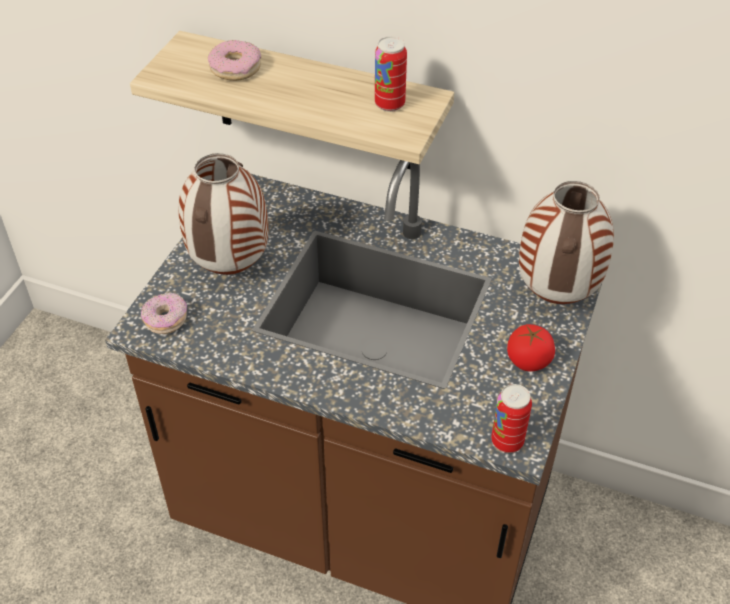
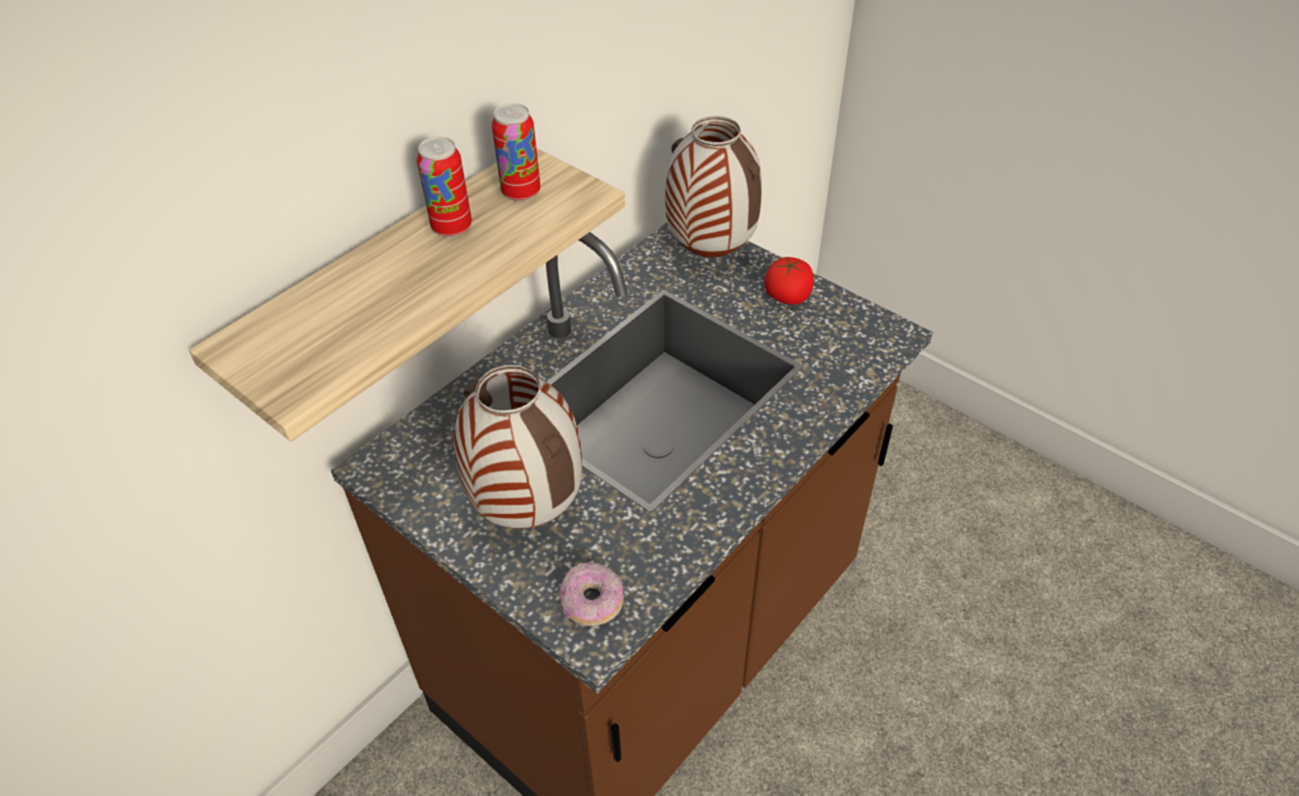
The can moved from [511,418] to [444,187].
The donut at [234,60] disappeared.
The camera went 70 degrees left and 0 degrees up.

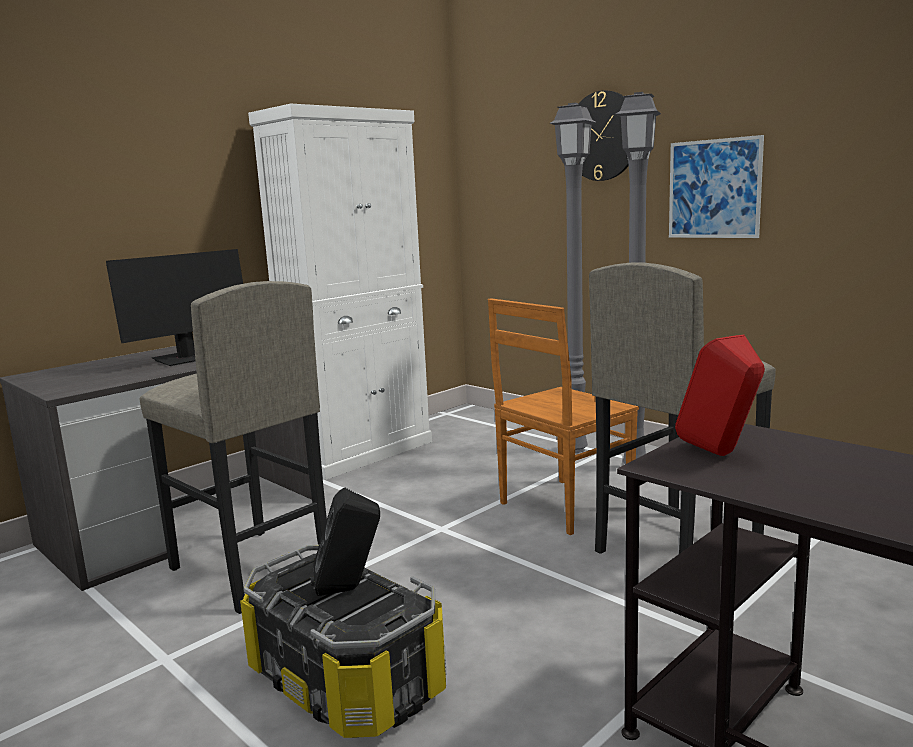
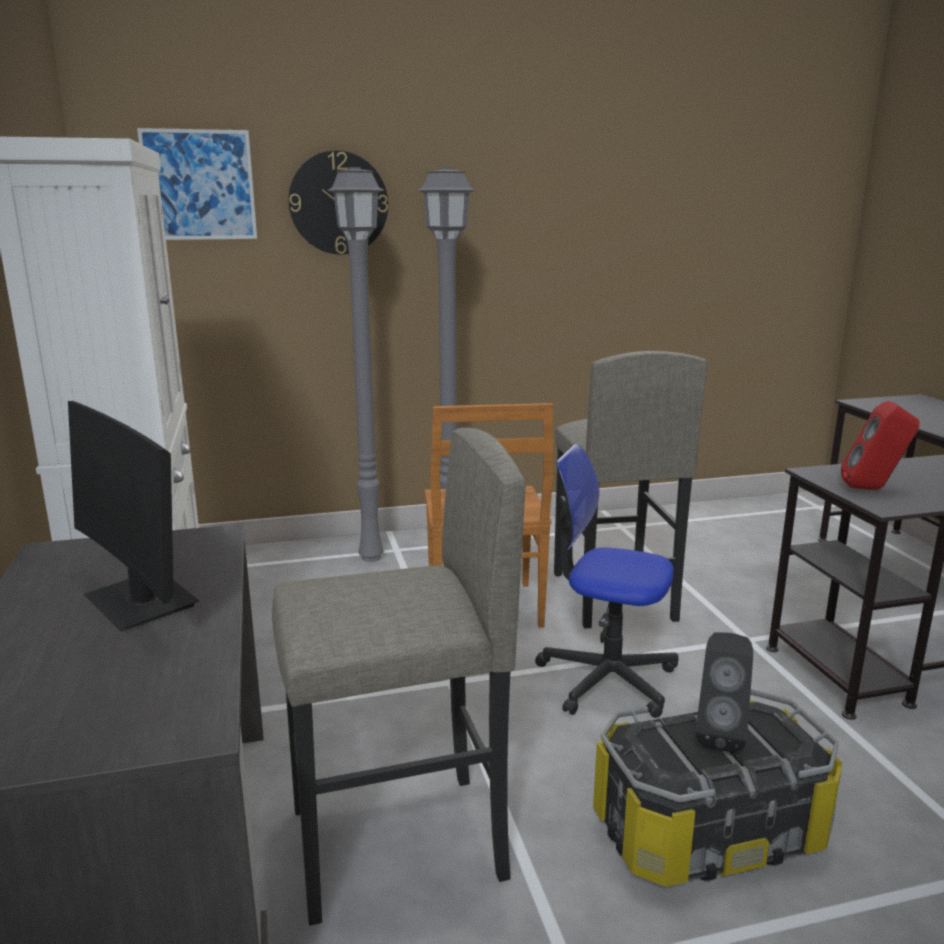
The monitor at [174,307] turned 150 degrees clockwise.
The picture moved from [716,186] to [197,184].
The office chair at [607,581] appeared.
The camera went 60 degrees left and 5 degrees up.

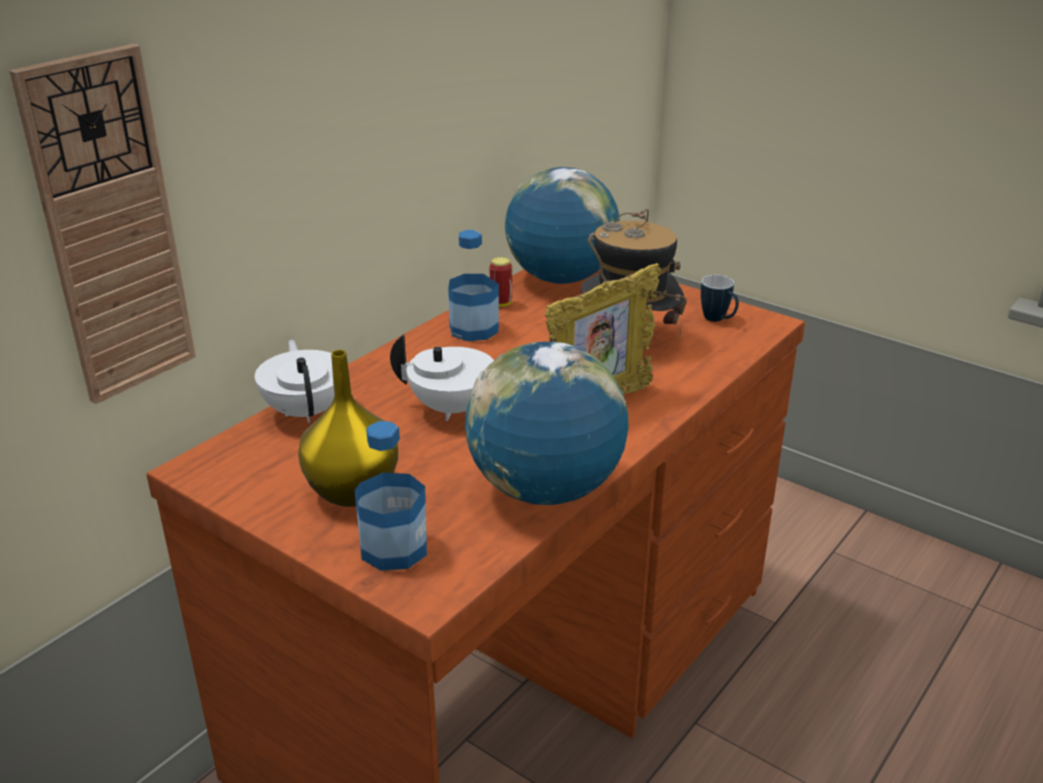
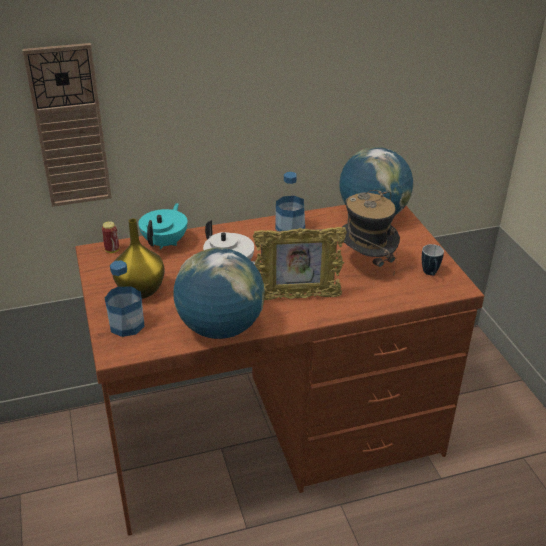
The can moved from [501,282] to [110,237].
The white teapot at [295,381] became the turquoise teapot at [162,226].
The camera went 35 degrees right and 5 degrees up.

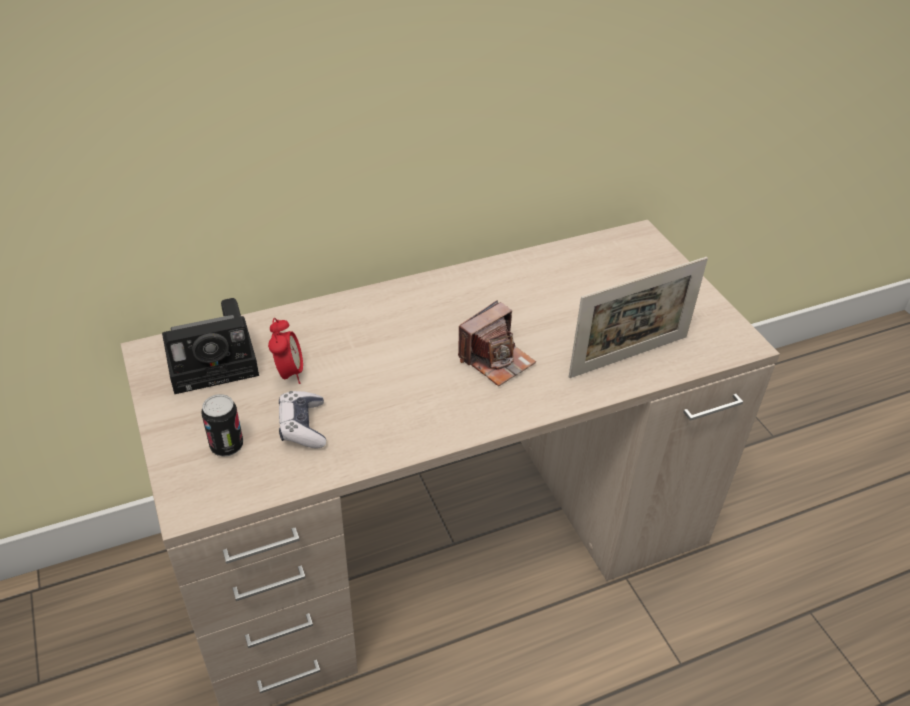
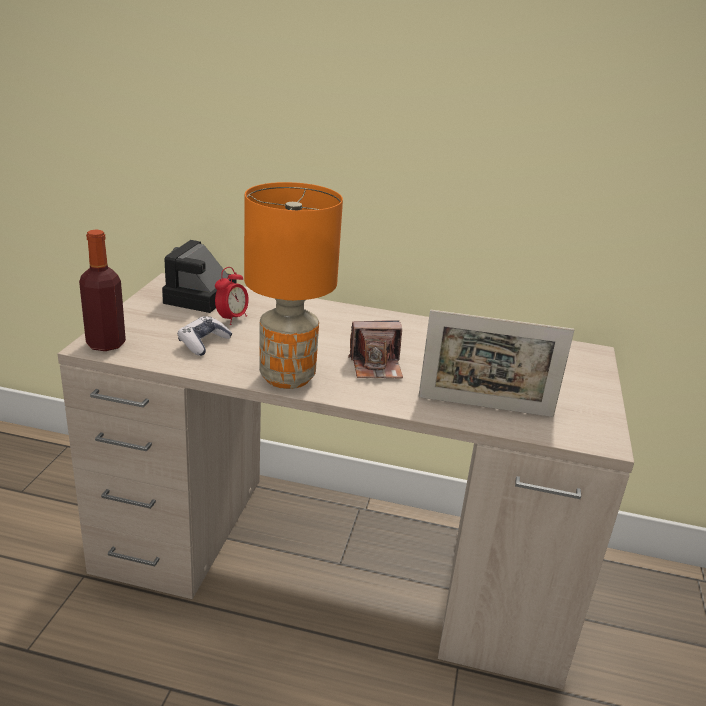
The bottle at [102,290] appeared.
The photo camera at [210,346] turned 90 degrees clockwise.
The orange table lamp at [293,285] appeared.
The can at [222,425] disappeared.
The camera went 35 degrees right and 15 degrees down.

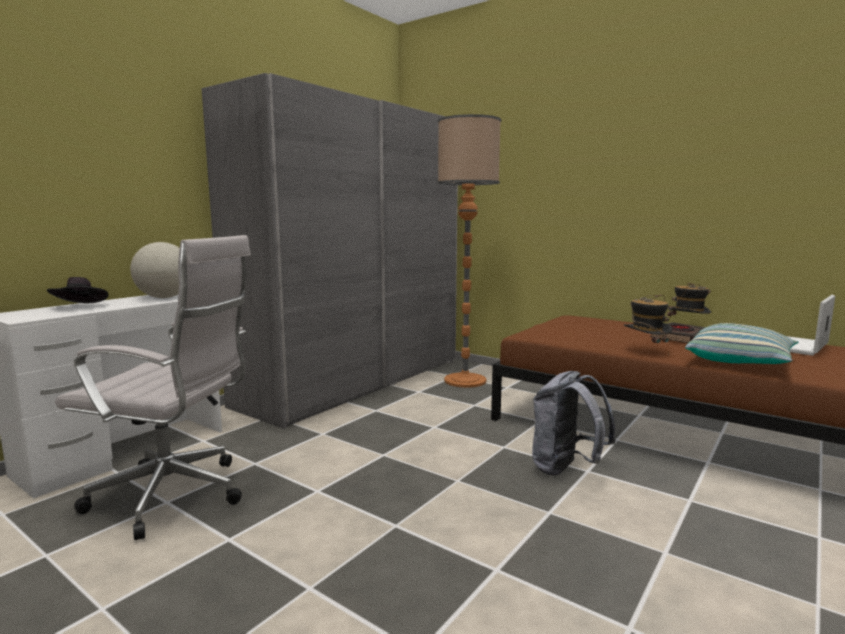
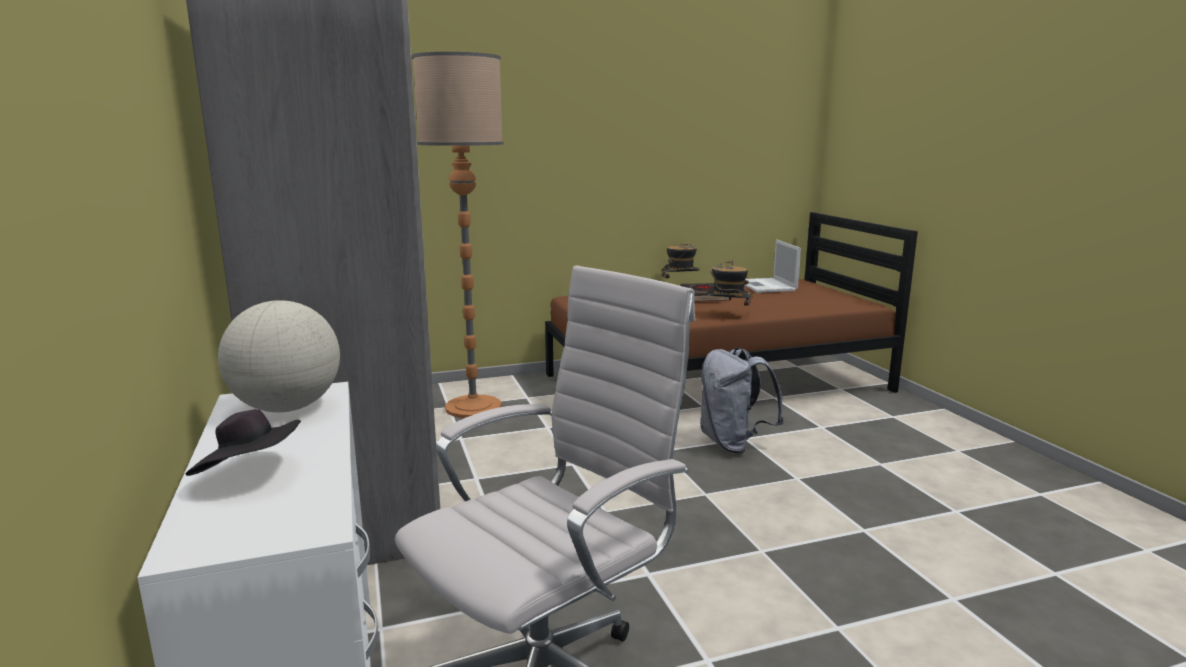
The pillow at [741,343] disappeared.
The camera went 55 degrees left and 5 degrees up.

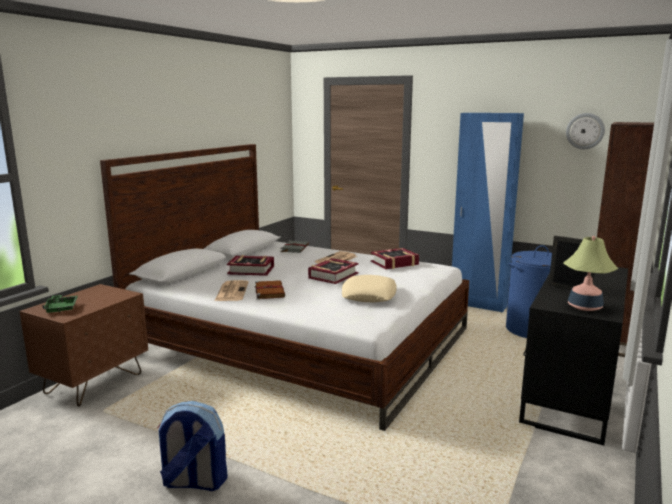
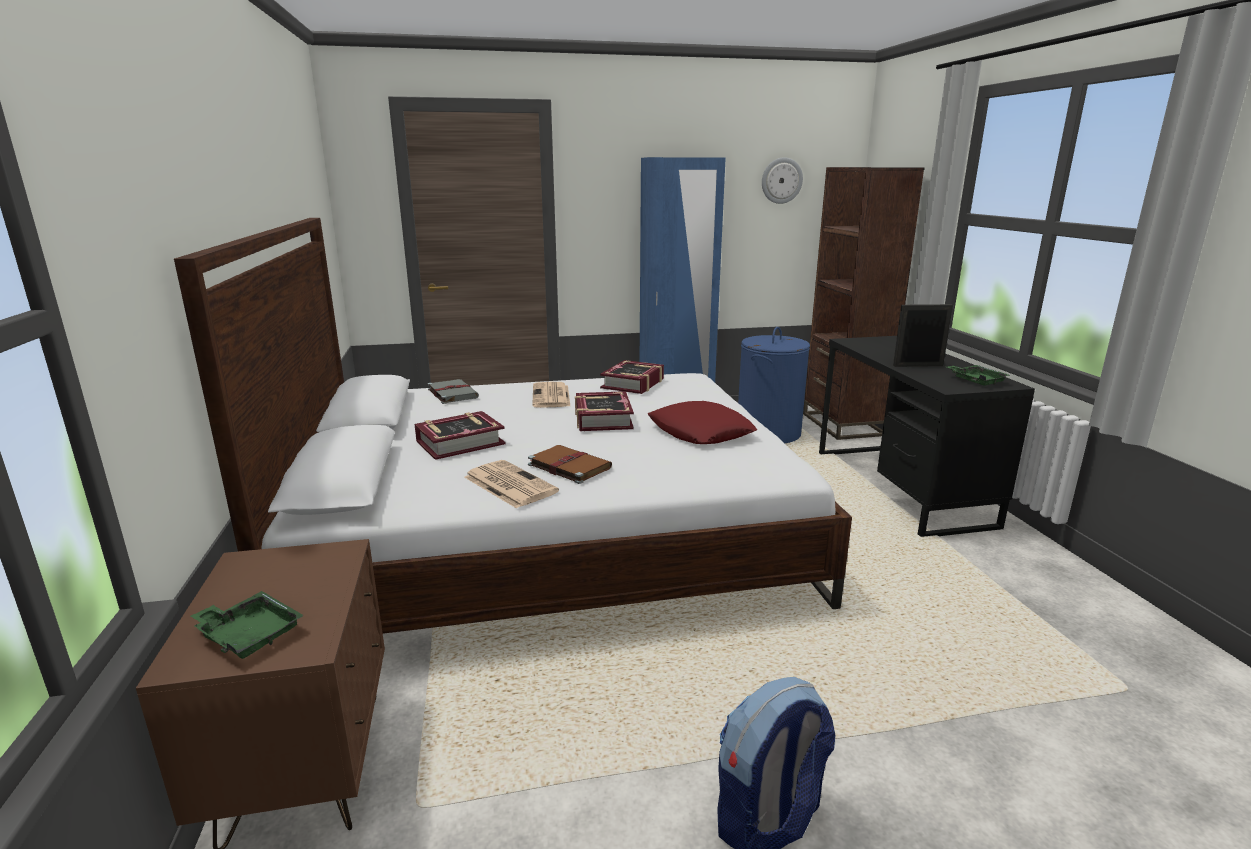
The beige pillow at [369,288] became the red pillow at [702,422].
The table lamp at [590,273] was replaced by the green tray at [978,375].
The camera went 40 degrees left and 5 degrees up.

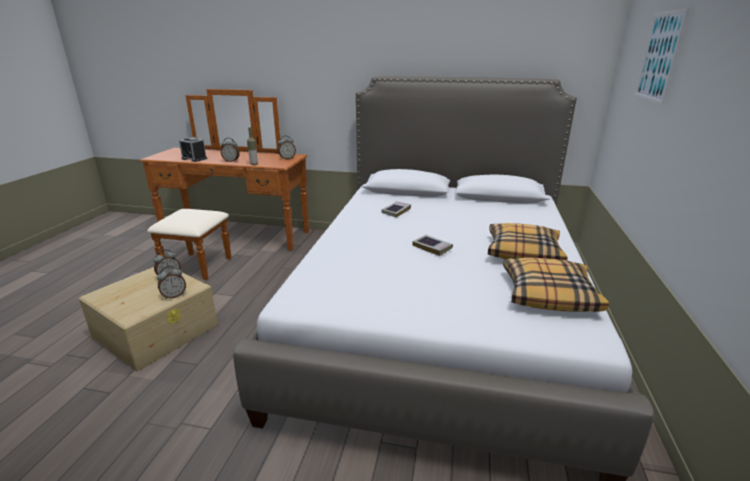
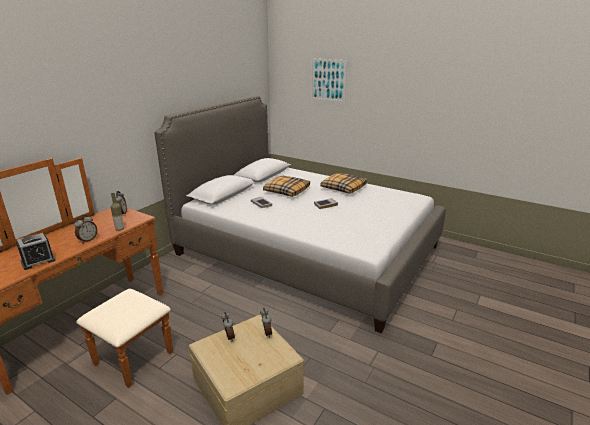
The pillow moved from [556,285] to [286,186].
The camera went 70 degrees left and 0 degrees up.

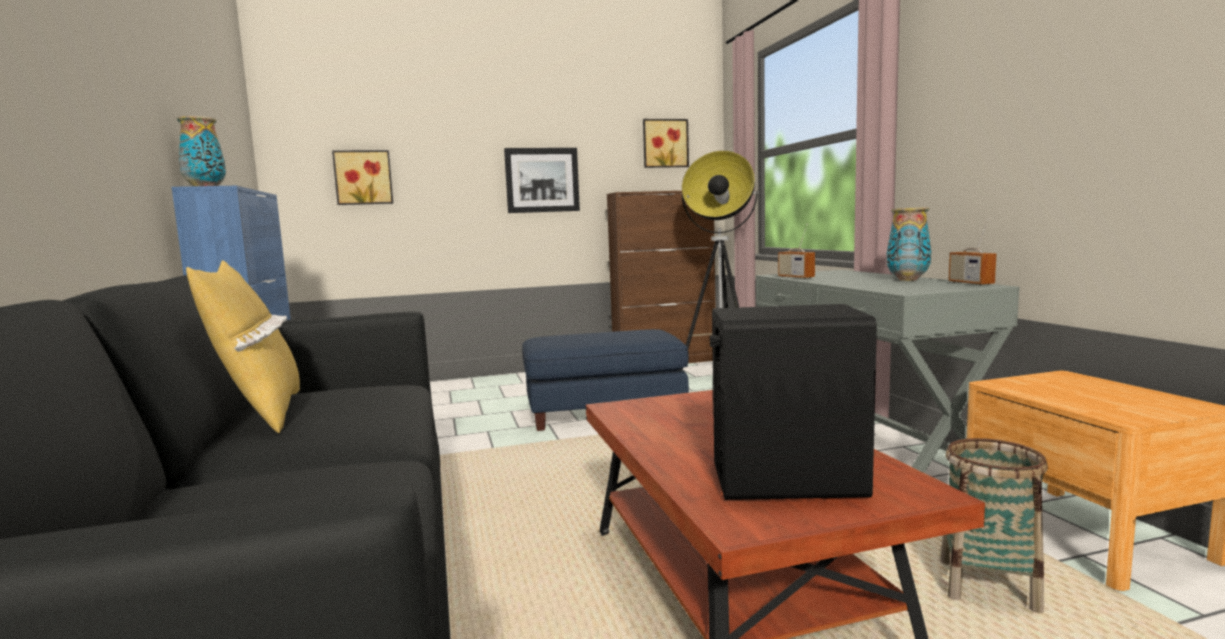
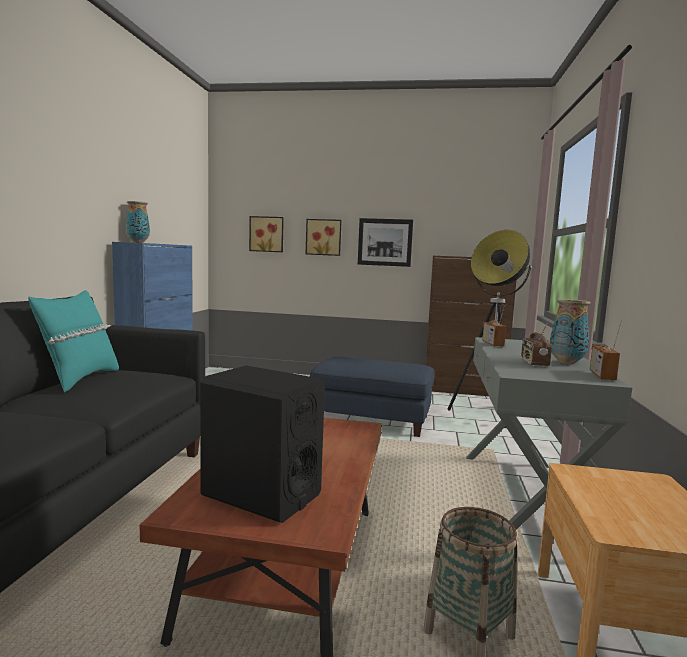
The yellow pillow at [243,346] became the turquoise pillow at [73,341].
The picture moved from [666,143] to [324,237].
The radio at [536,345] appeared.
The camera went 25 degrees right and 0 degrees up.

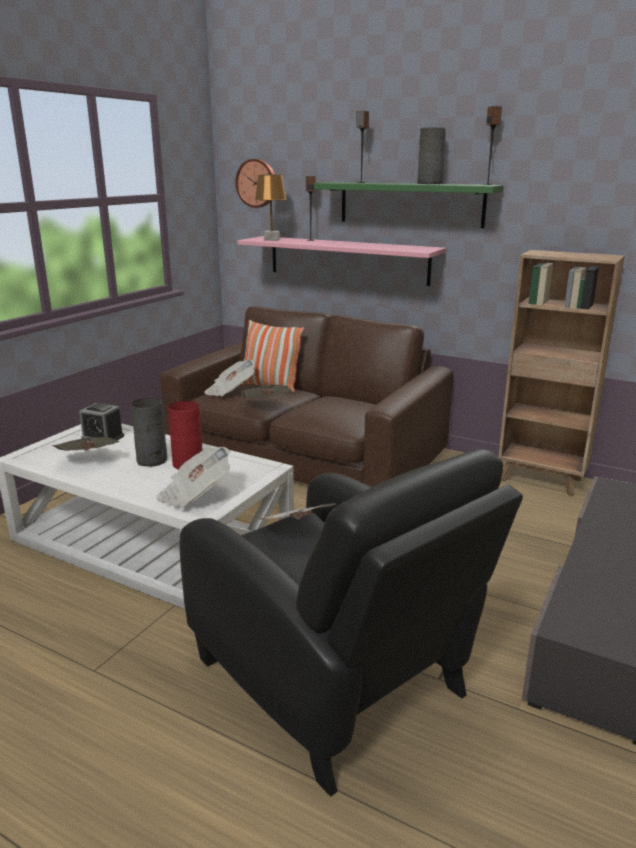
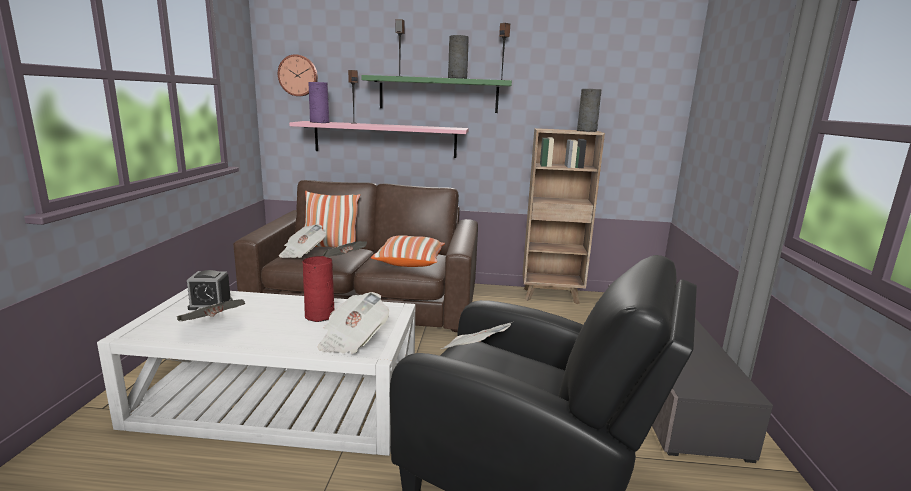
The brown table lamp at [271,208] was replaced by the purple vase at [319,102].
The pillow at [408,251] appeared.
The grey vase moved from [149,432] to [589,110].
The camera went 25 degrees left and 5 degrees down.

